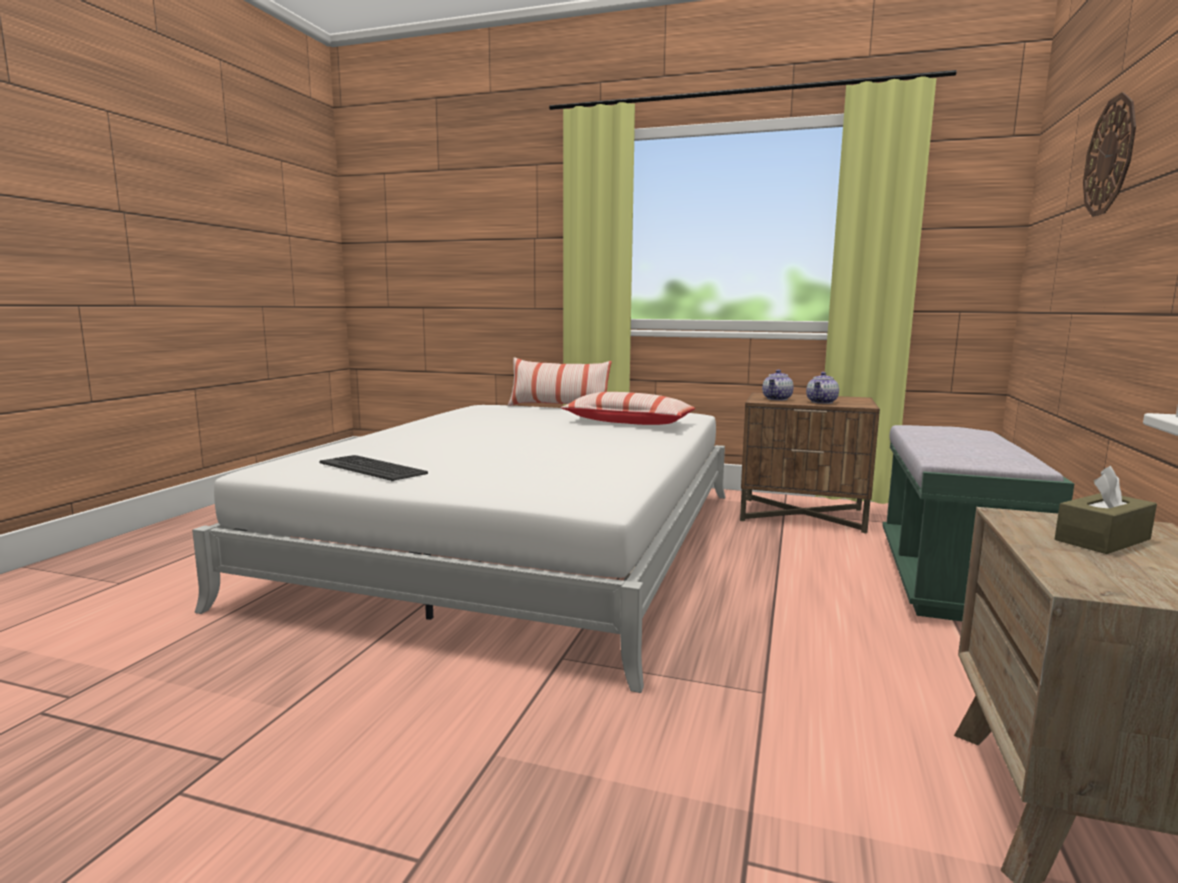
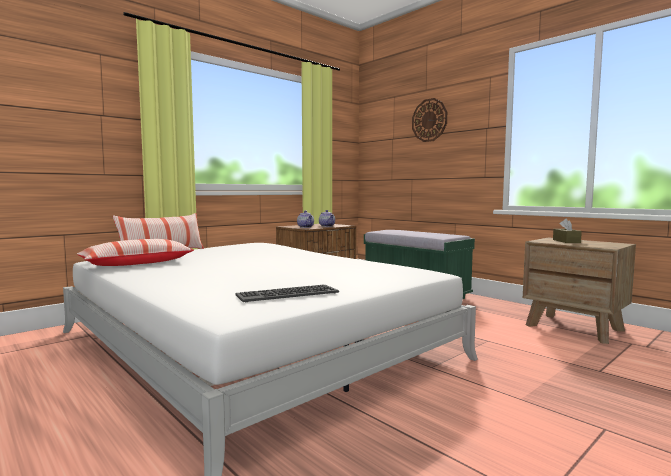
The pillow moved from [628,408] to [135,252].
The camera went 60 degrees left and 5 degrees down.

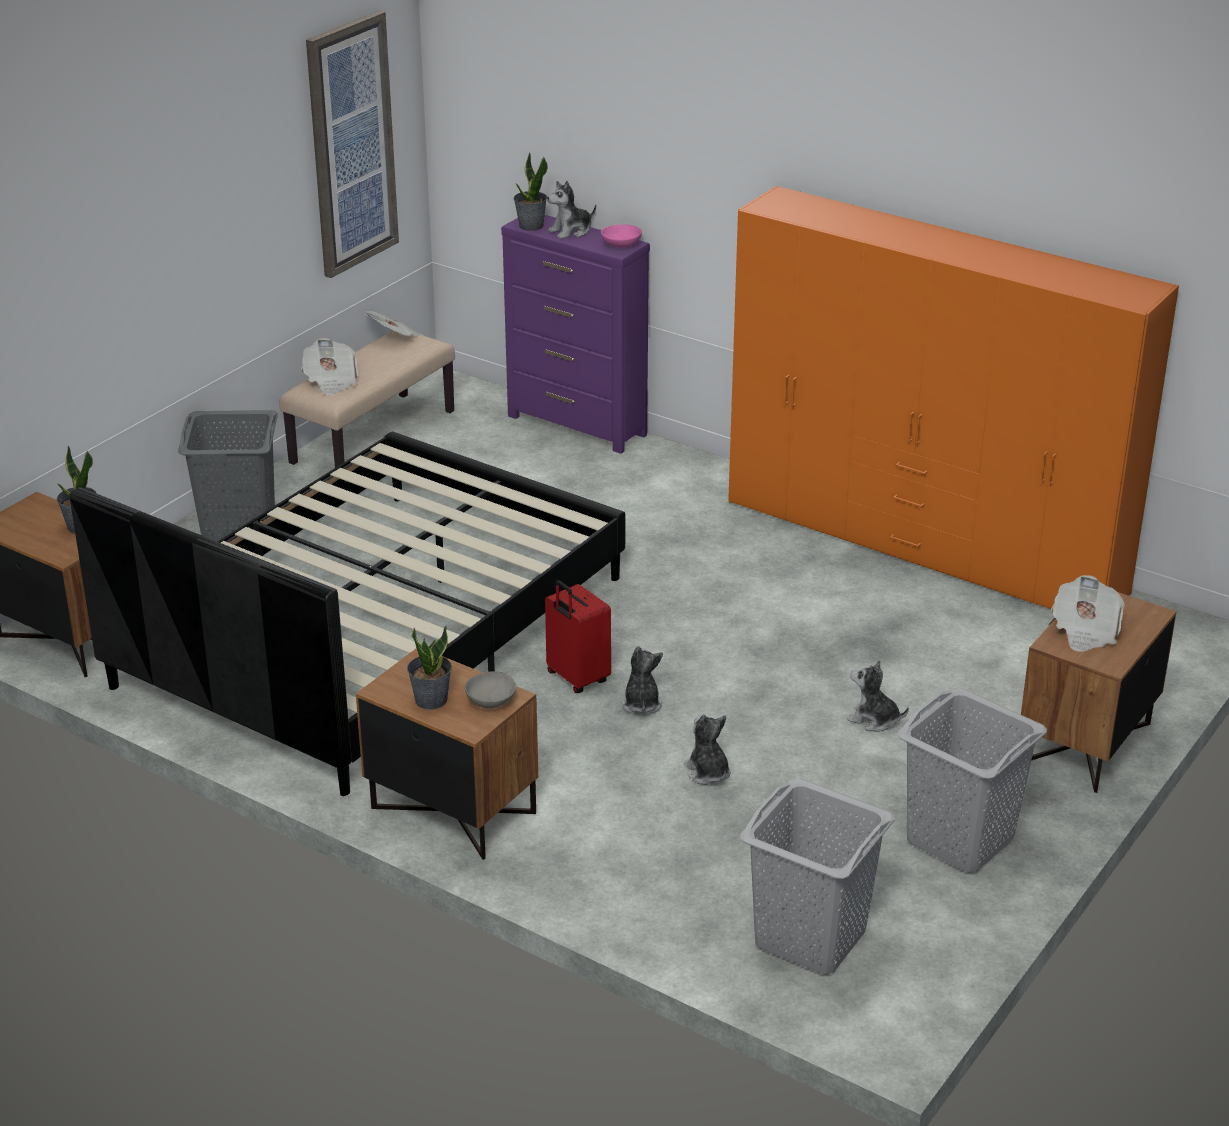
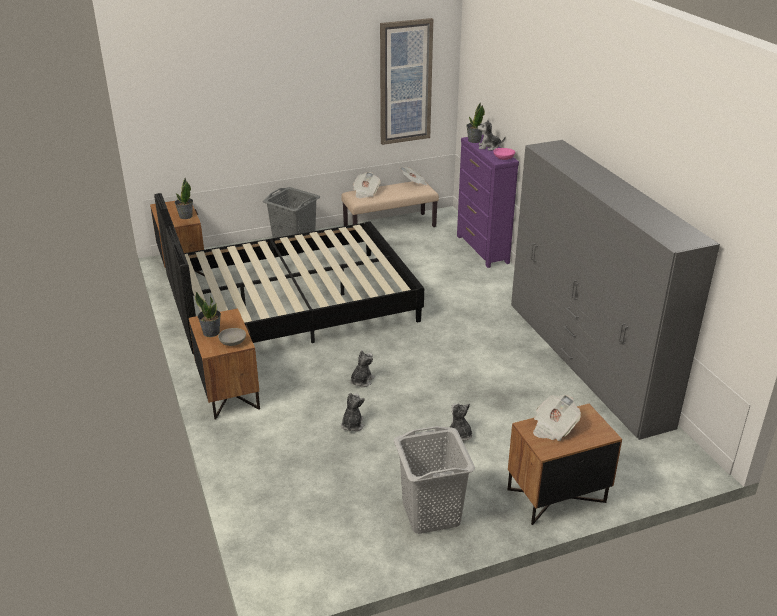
The orange wardrobe at [953,397] became the grey wardrobe at [615,290].
The red suitcase at [578,636] disappeared.
The grey laundry basket at [817,876] disappeared.
The camera went 35 degrees right and 0 degrees up.

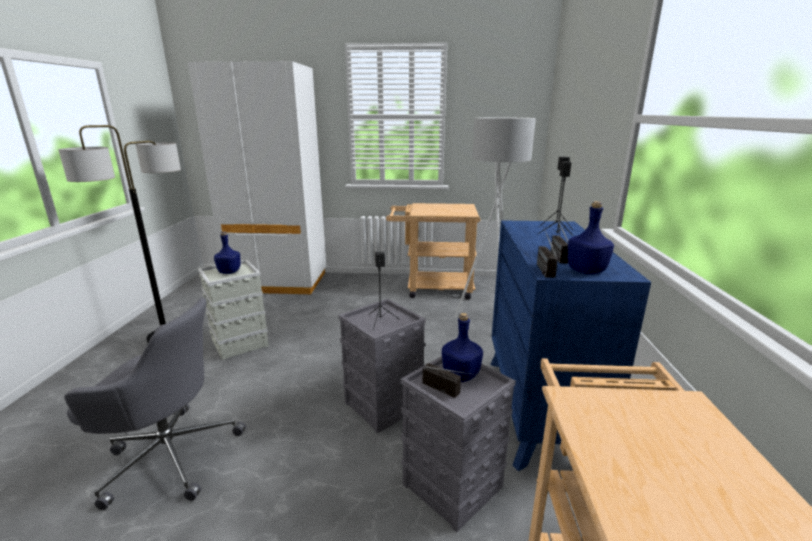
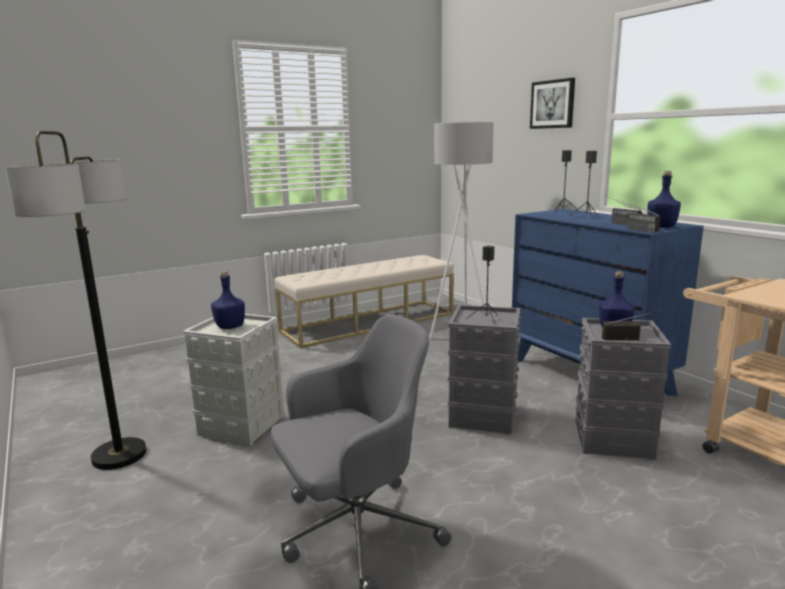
The beige cart at [433,251] was replaced by the beige bench at [364,301].
The picture at [552,103] appeared.
The white wardrobe at [257,178] disappeared.
The camera went 35 degrees left and 5 degrees down.

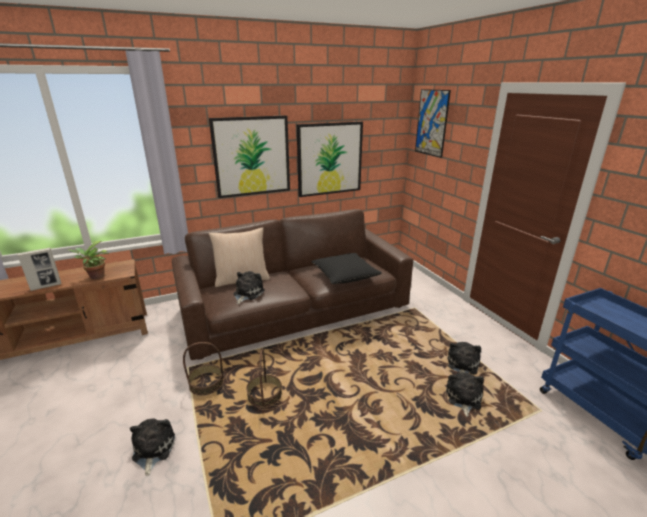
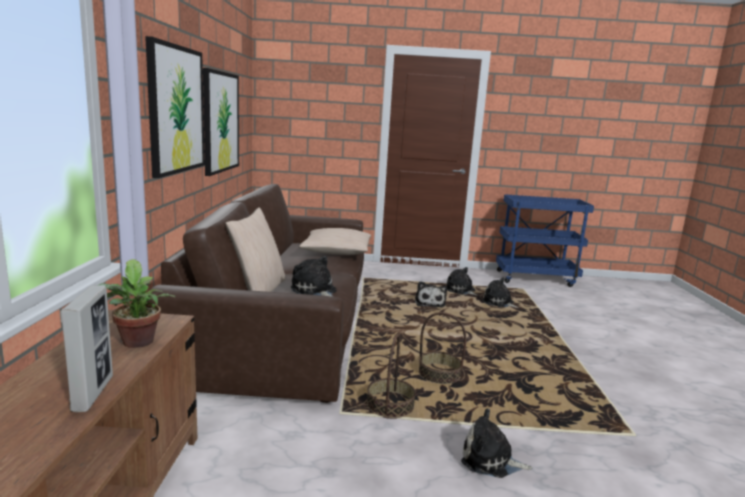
The black pillow at [346,268] became the beige pillow at [335,241].
The plush toy at [431,294] appeared.
The picture at [433,123] disappeared.
The camera went 65 degrees left and 10 degrees down.

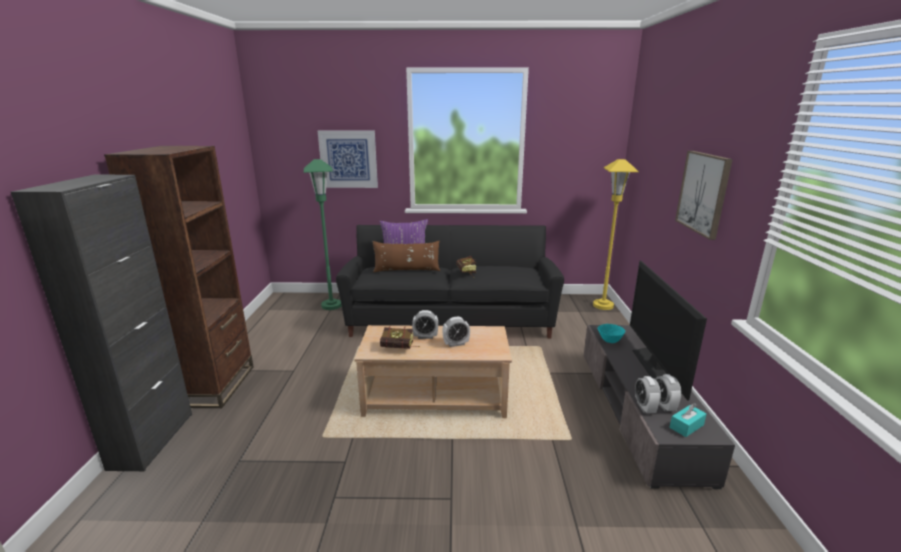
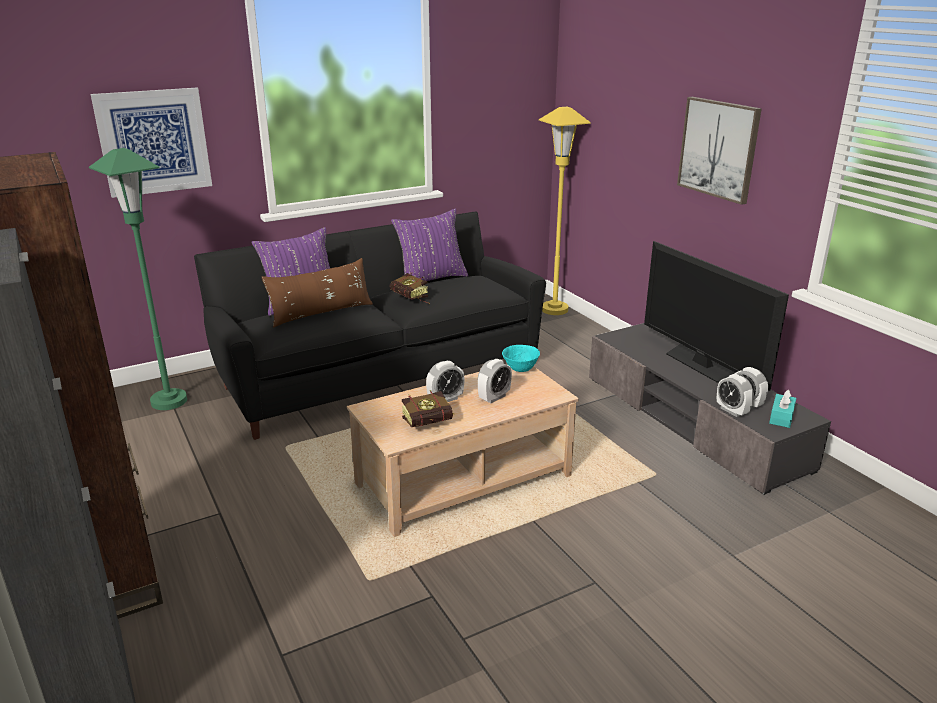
The purple pillow at [429,245] appeared.
The turquoise bowl moved from [611,333] to [521,358].
The camera went 30 degrees left and 5 degrees up.

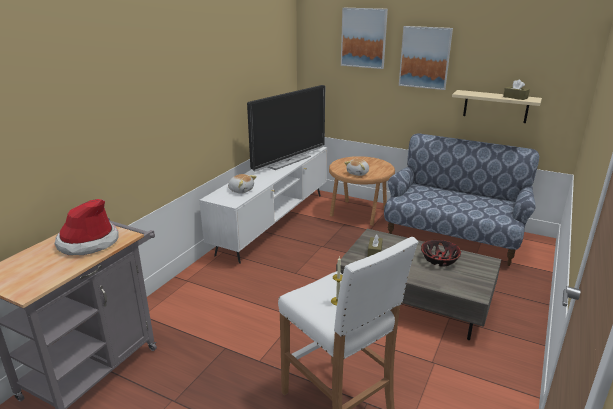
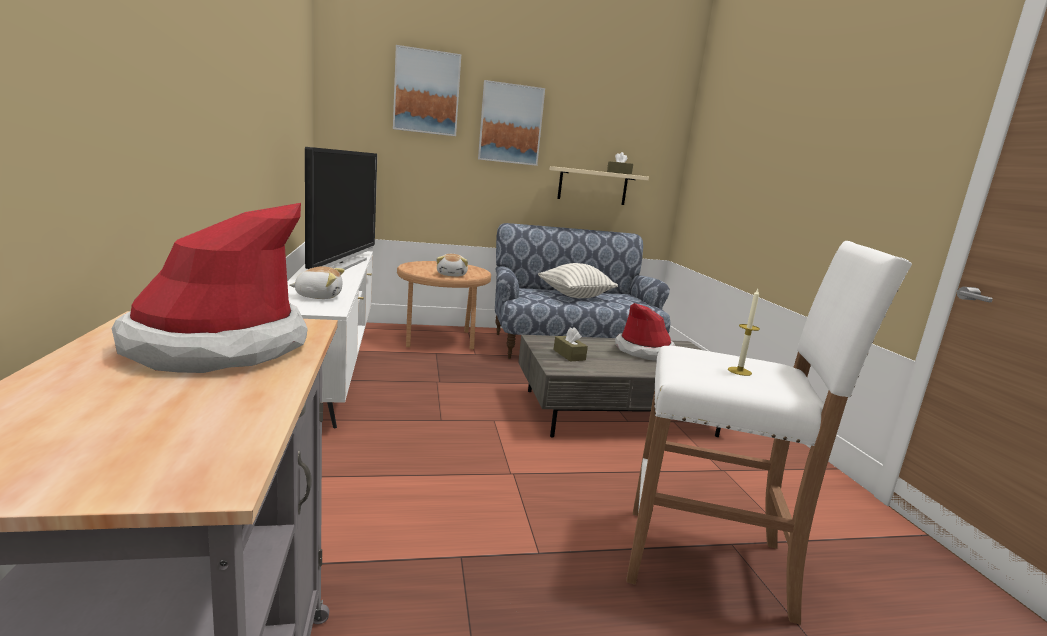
The pillow at [578,280] appeared.
The bowl at [441,253] was replaced by the hat at [645,332].
The camera went 40 degrees left and 10 degrees down.

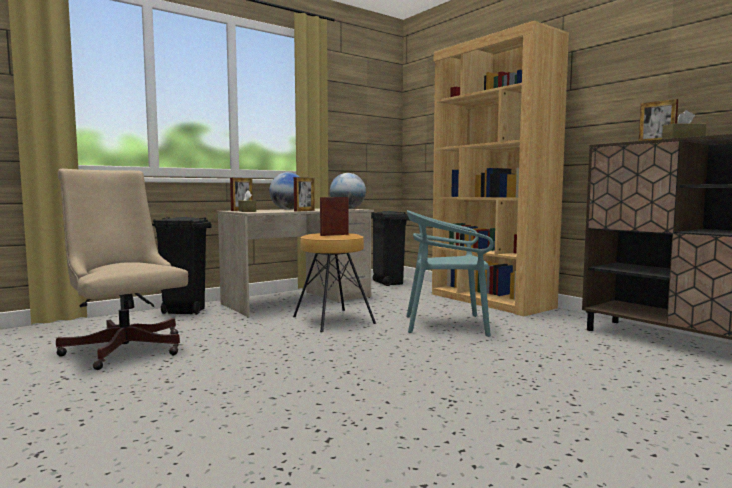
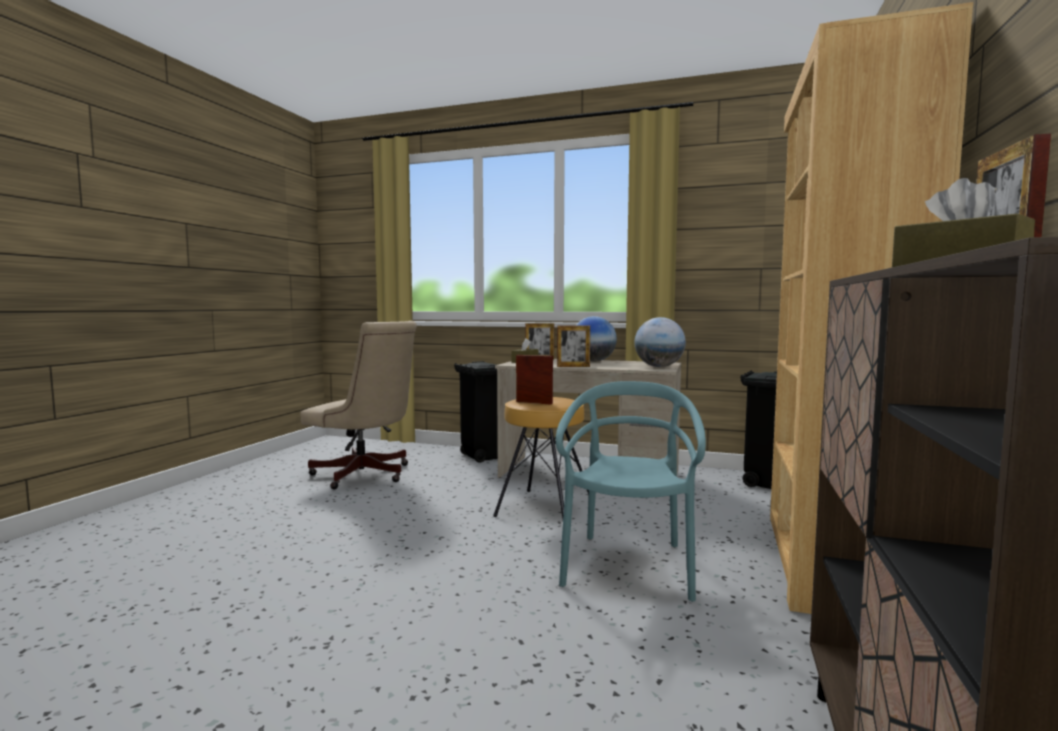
The beige office chair at [122,269] turned 105 degrees clockwise.
The turquoise chair at [450,273] turned 45 degrees clockwise.
The camera went 55 degrees right and 0 degrees up.

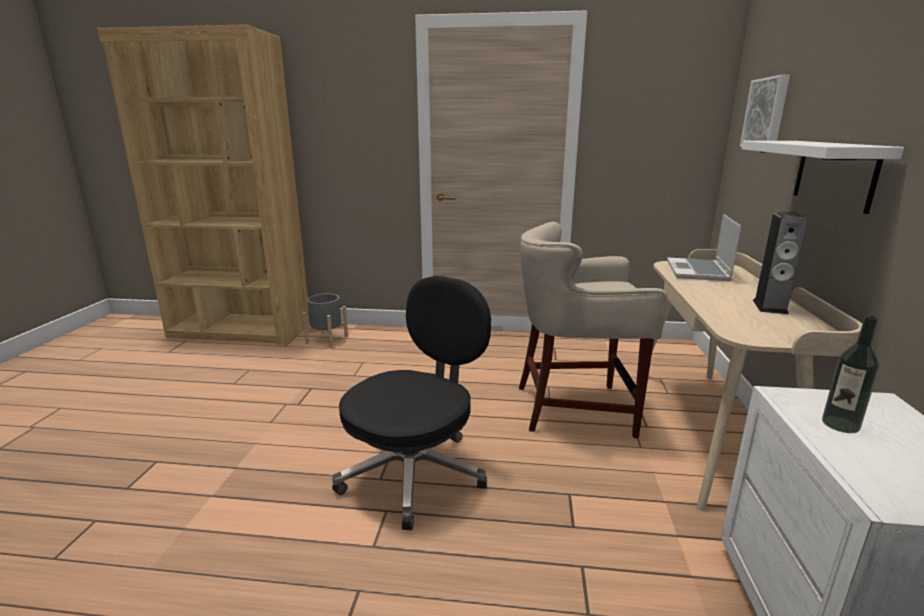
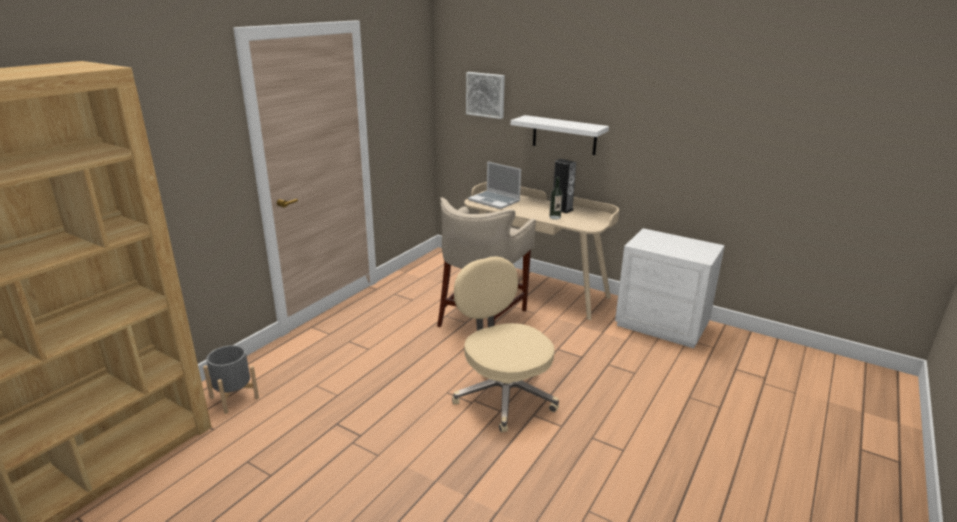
The black office chair at [411,403] became the beige office chair at [505,344].
The bottle moved from [850,374] to [556,198].
The camera went 65 degrees left and 5 degrees up.

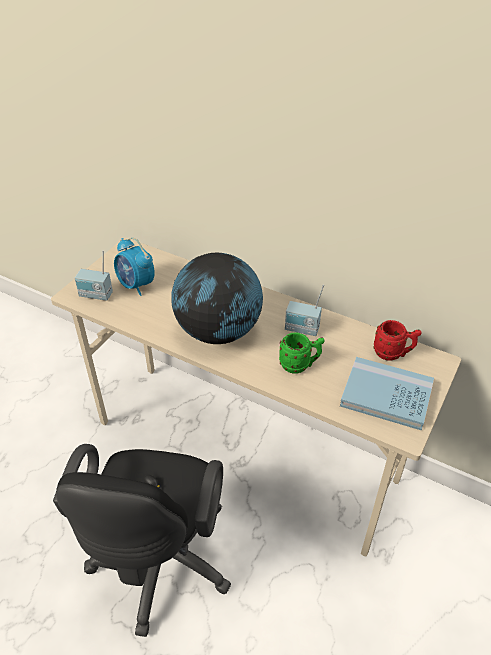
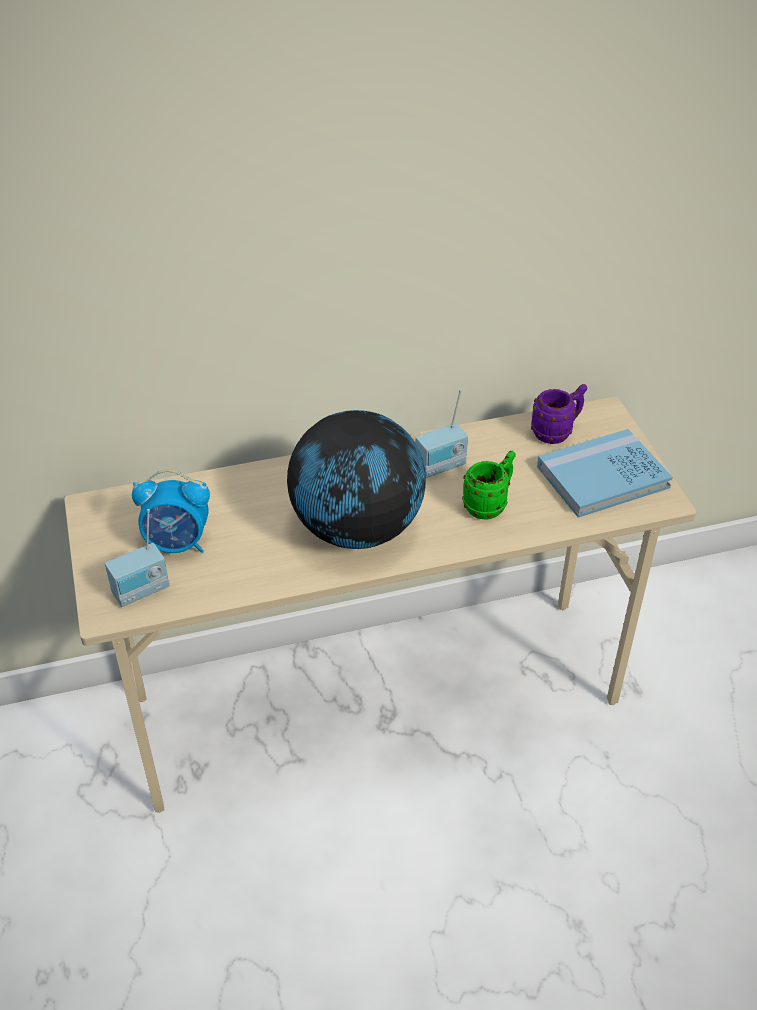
The red mug at [397,340] became the purple mug at [559,414].
The black office chair at [142,540] disappeared.
The camera went 45 degrees left and 0 degrees up.

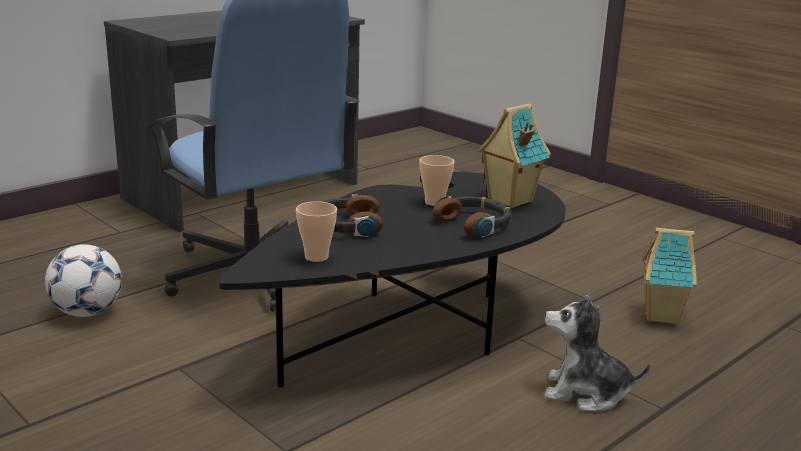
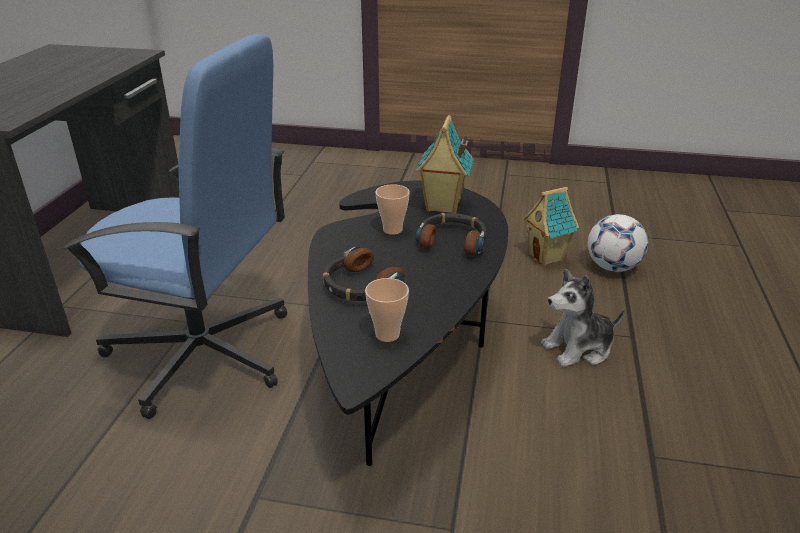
The football moved from [83,280] to [618,243].
The camera went 35 degrees left and 10 degrees up.

